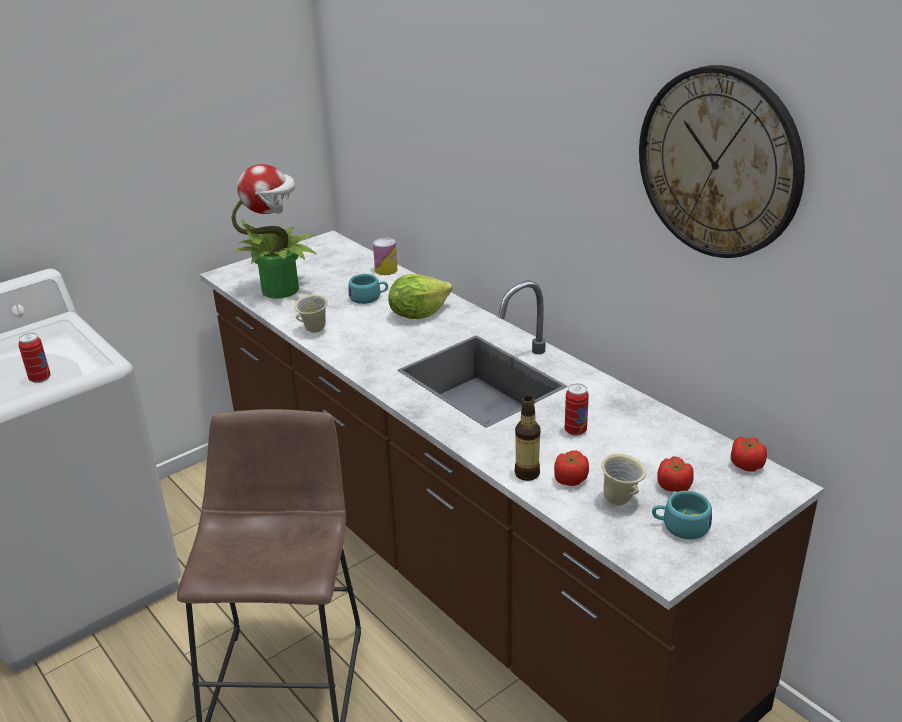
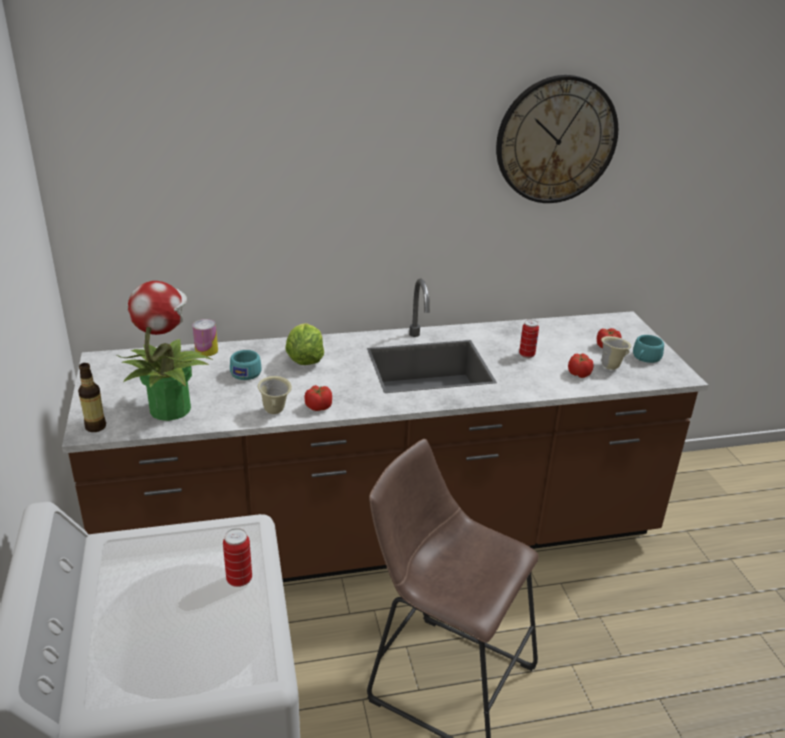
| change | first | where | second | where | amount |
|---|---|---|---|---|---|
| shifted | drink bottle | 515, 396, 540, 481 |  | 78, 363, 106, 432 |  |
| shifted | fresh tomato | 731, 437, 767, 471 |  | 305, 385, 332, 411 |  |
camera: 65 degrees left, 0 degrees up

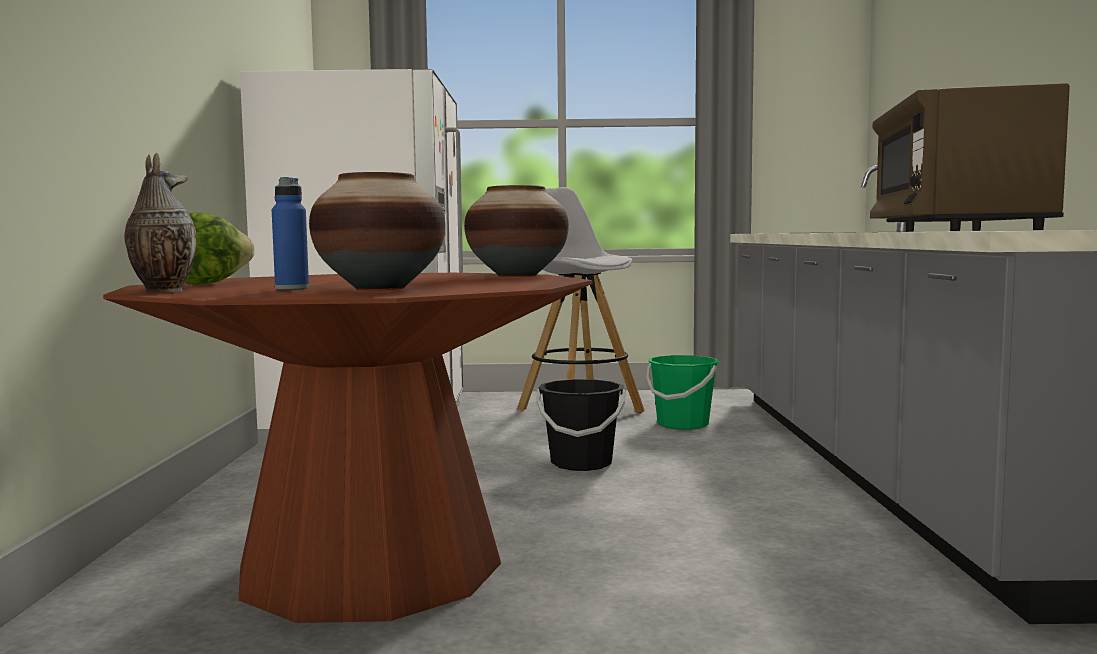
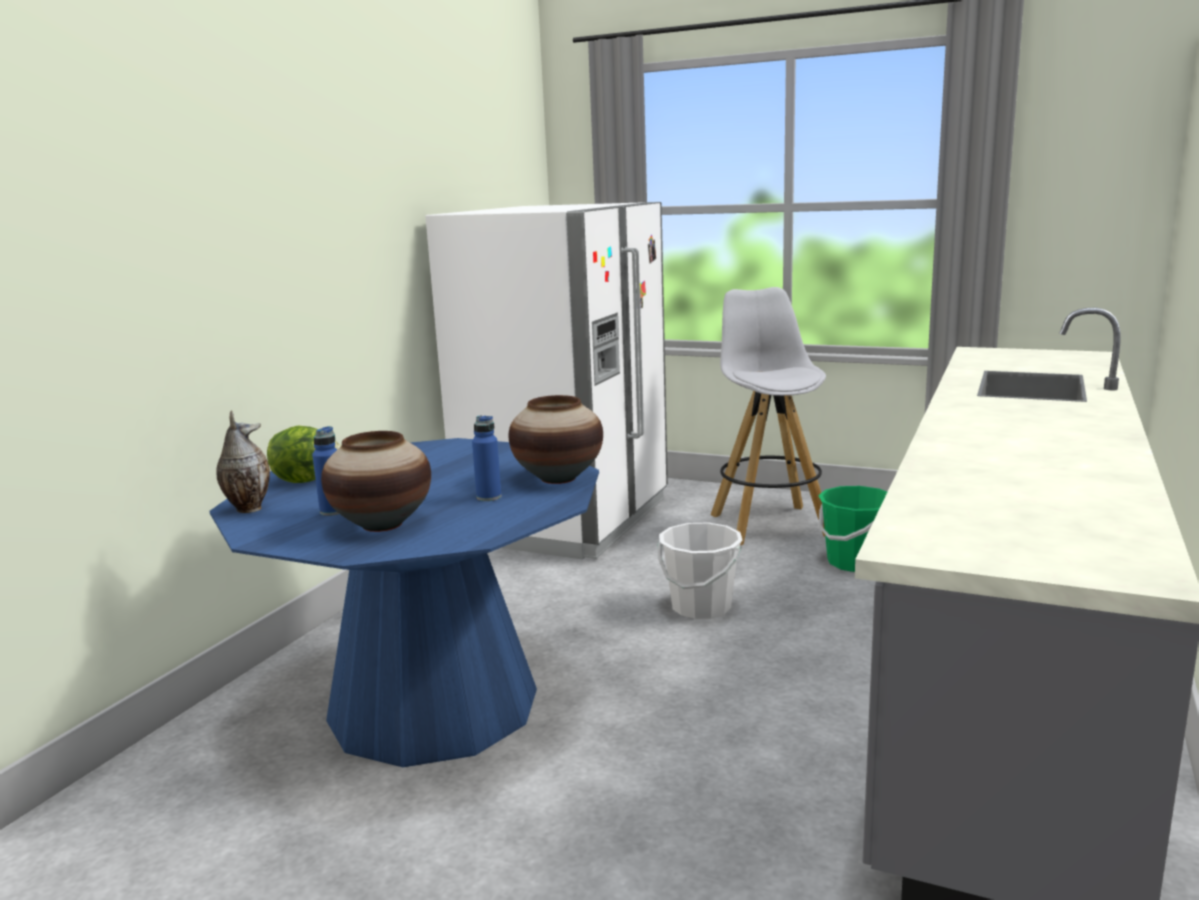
| change | first | where | second | where | amount |
|---|---|---|---|---|---|
| gone | kitchen microwave (brown) | 870, 83, 1070, 231 |  |  |  |
| repainted | dinner table (brown) | 103, 273, 592, 623 | dinner table (blue-coloured) | 209, 438, 599, 767 |  |
| repainted | water bucket (black) | 536, 379, 625, 471 | water bucket (whitish) | 658, 522, 743, 619 |  |
| new |  |  | drink bottle (blue-coloured) | 472, 415, 501, 501 |  |
camera: 25 degrees right, 10 degrees up

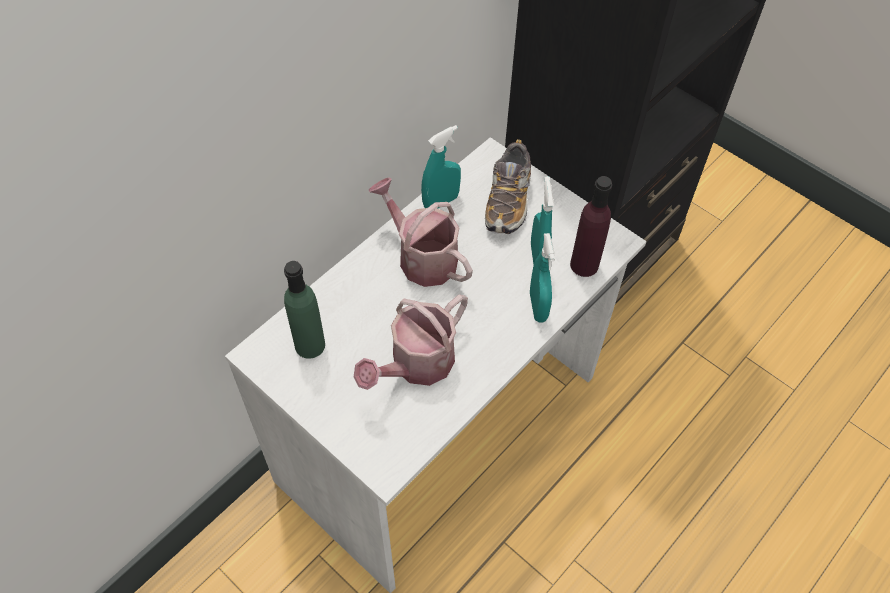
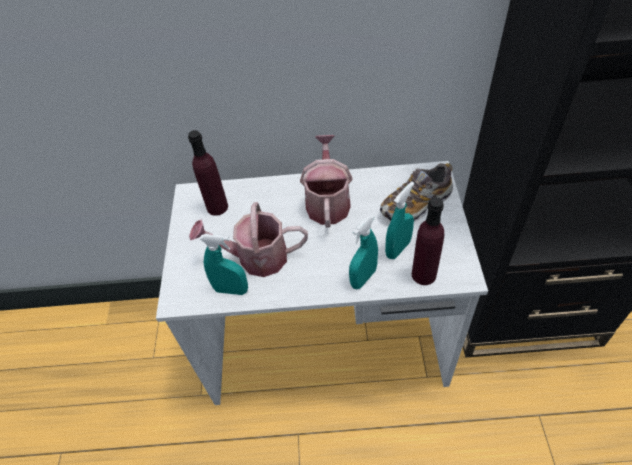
| change | first | where | second | where | amount |
|---|---|---|---|---|---|
| shifted | spray bottle (blue-green) | 421, 125, 461, 208 |  | 199, 234, 248, 295 |  |
| repainted | drink bottle (green) | 284, 261, 325, 359 | drink bottle (purplish) | 188, 130, 228, 216 |  |
camera: 50 degrees right, 5 degrees down

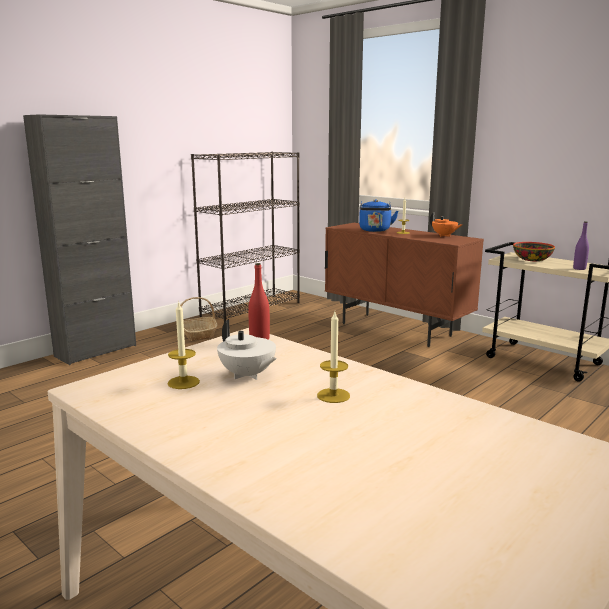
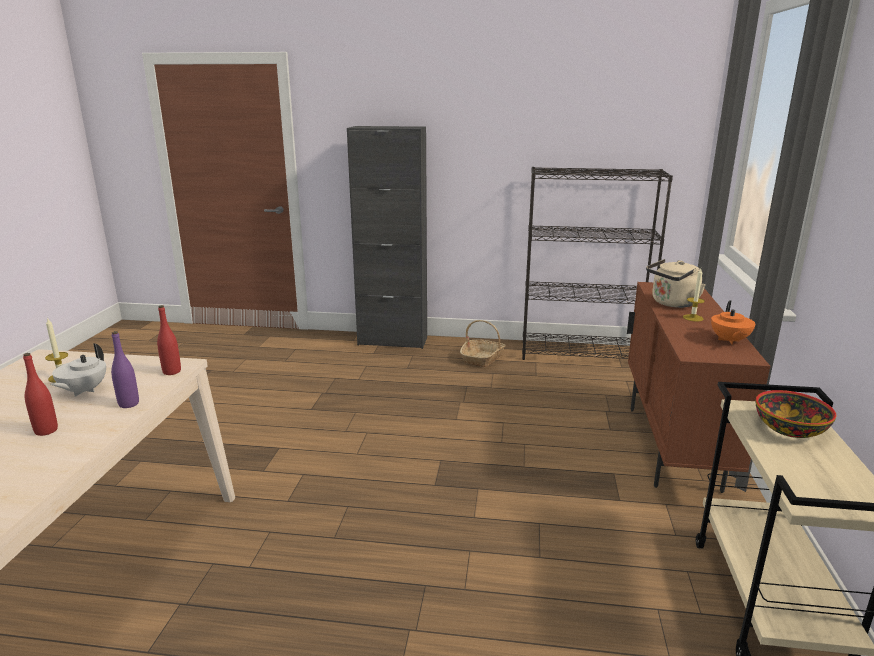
| change | first | where | second | where | amount |
|---|---|---|---|---|---|
| repainted | water kettle (blue-coloured) | 359, 199, 398, 232 | water kettle (beige-coloured) | 646, 259, 706, 308 |  |
| shifted | drink bottle (purplish) | 573, 221, 589, 270 |  | 111, 331, 139, 408 |  |
| swapped | wax light | 317, 312, 350, 403 | drink bottle (reddish) | 23, 353, 58, 436 |  |
camera: 55 degrees right, 5 degrees up

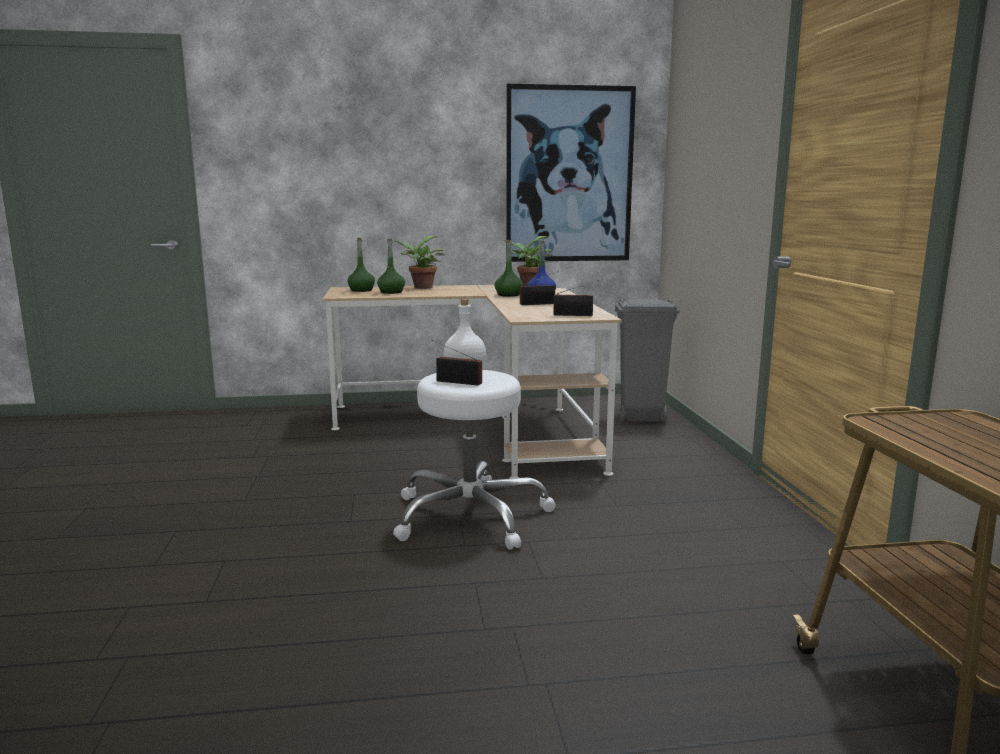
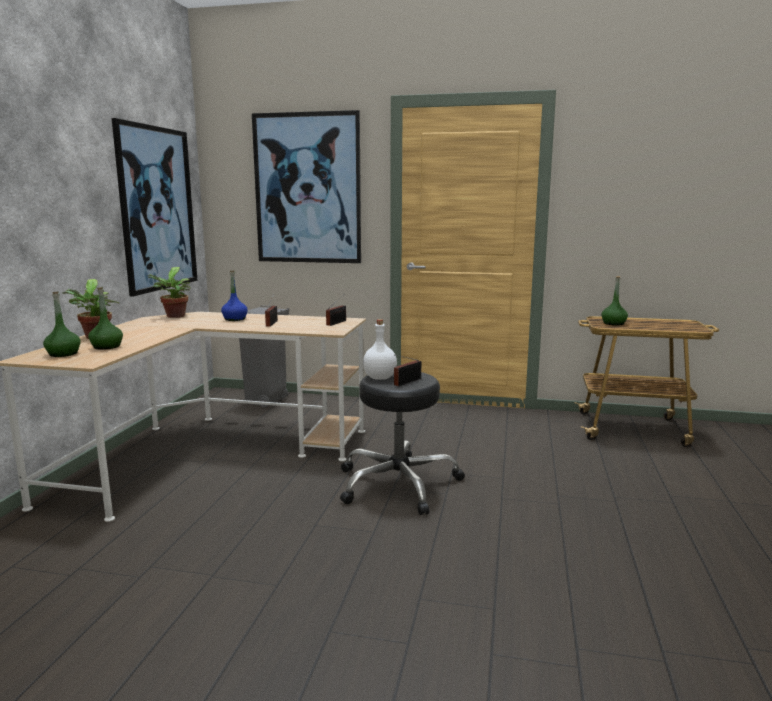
| change | first | where | second | where | amount |
|---|---|---|---|---|---|
| shifted | drink bottle (green) | 494, 240, 523, 297 |  | 601, 276, 628, 326 |  |
| repainted | stool (whitish) | 393, 370, 556, 550 | stool (black) | 340, 372, 465, 515 |  |
| new |  |  | wall art | 252, 110, 361, 263 |  |
camera: 70 degrees left, 0 degrees up

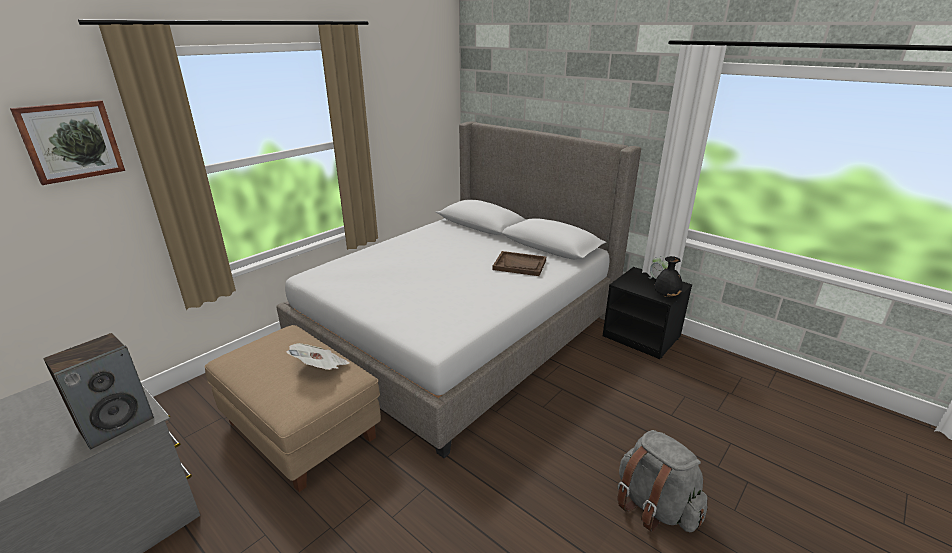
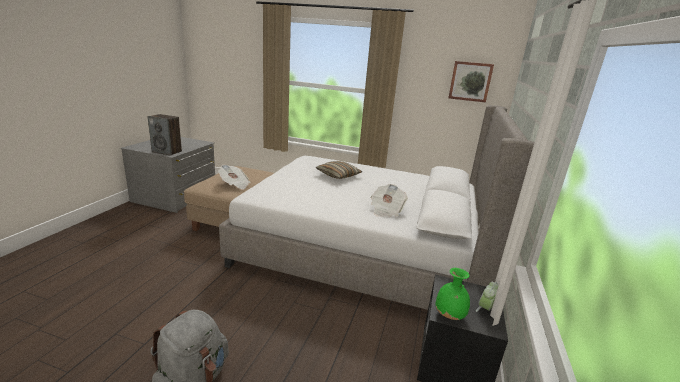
| change | first | where | second | where | amount |
|---|---|---|---|---|---|
| shifted | wall art | 10, 100, 125, 185 |  | 448, 61, 494, 103 |  |
| swapped | serving tray (brown) | 492, 251, 546, 276 | daily paper | 371, 184, 408, 217 |  |
| repainted | decorative vase (black) | 654, 256, 683, 297 | decorative vase (green) | 436, 268, 470, 320 |  |
| new |  |  | throw pillow | 316, 161, 362, 179 |  |
camera: 65 degrees right, 5 degrees down

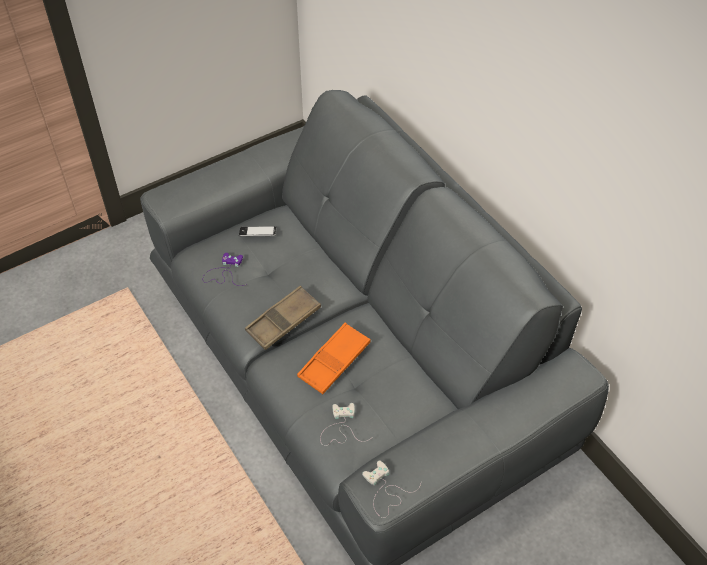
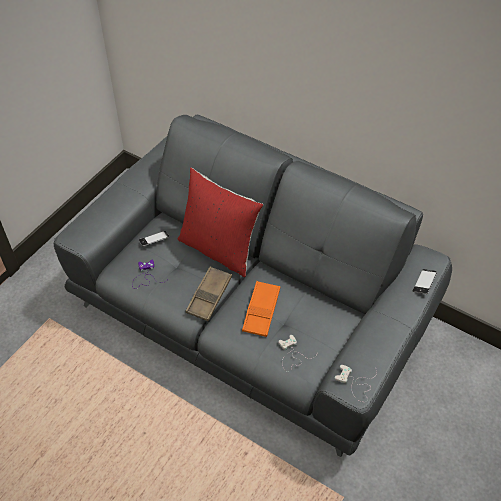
| change | first | where | second | where | amount |
|---|---|---|---|---|---|
| new |  |  | throw pillow (reddish) | 178, 168, 263, 277 |  |
| new |  |  | telephone | 413, 269, 437, 294 |  |
camera: 25 degrees left, 0 degrees up

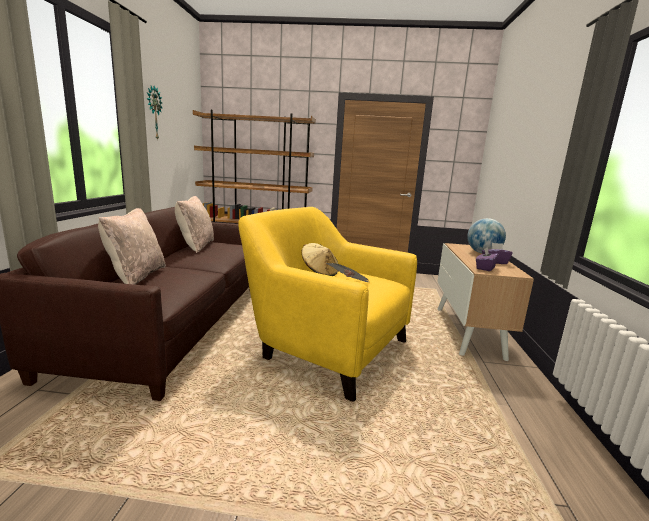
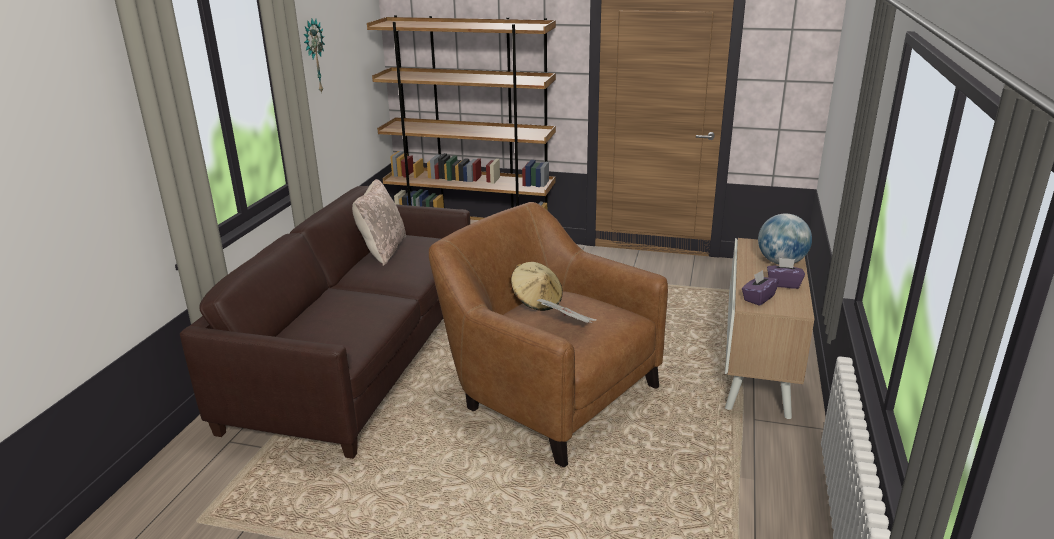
| change | first | where | second | where | amount |
|---|---|---|---|---|---|
| repainted | armchair (yellow-coloured) | 238, 207, 417, 402 | armchair (brown) | 429, 202, 668, 467 |  |
| gone | throw pillow (beige-coloured) | 98, 208, 166, 285 |  |  |  |
camera: 10 degrees right, 10 degrees up

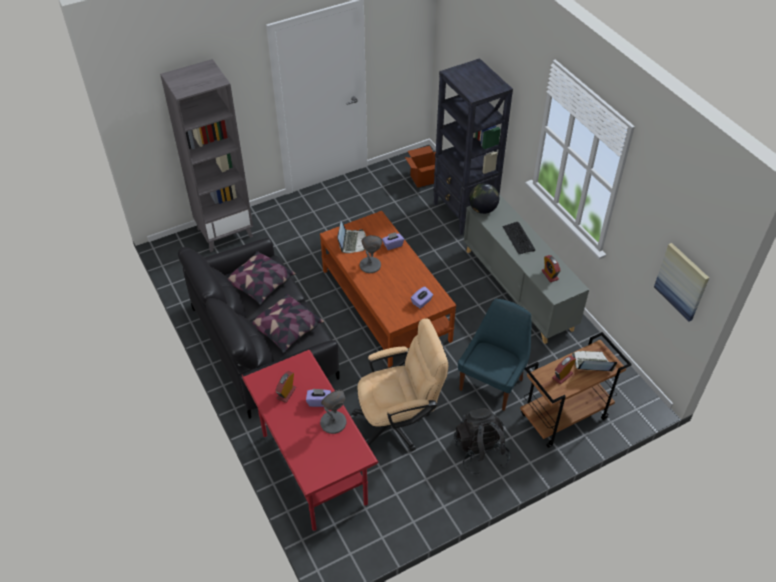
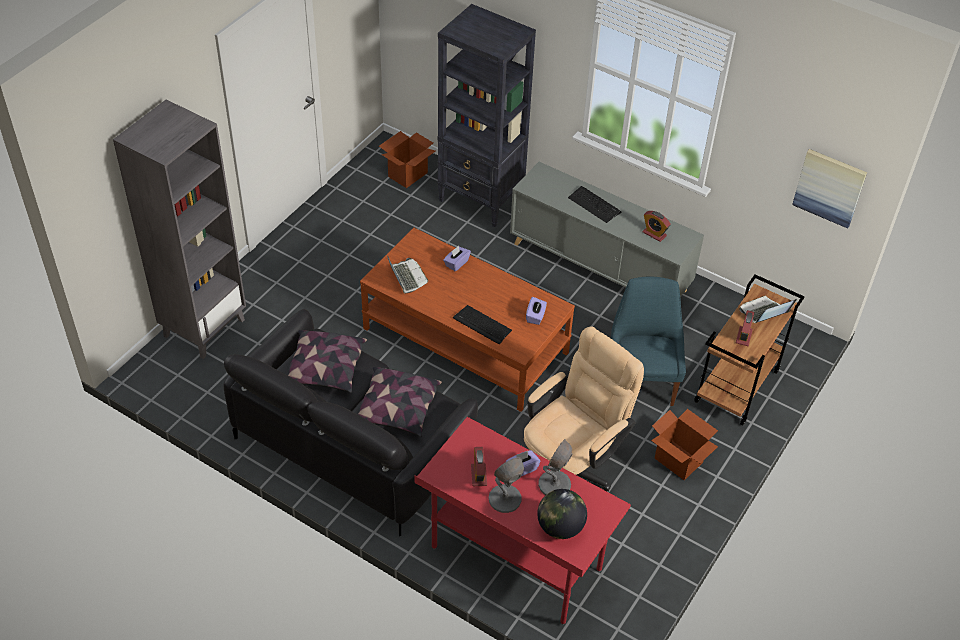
| change | first | where | second | where | amount |
|---|---|---|---|---|---|
| shifted | world globe | 469, 183, 499, 214 |  | 537, 489, 587, 539 |  |
| shifted | tabletop lamp (gray) | 360, 235, 382, 273 |  | 488, 457, 524, 513 |  |
| swapped | knapsack (black) | 454, 408, 511, 476 | cardboard box | 651, 409, 718, 480 |  |
| new |  |  | keyboard | 453, 305, 512, 344 |  |
camera: 30 degrees left, 0 degrees up

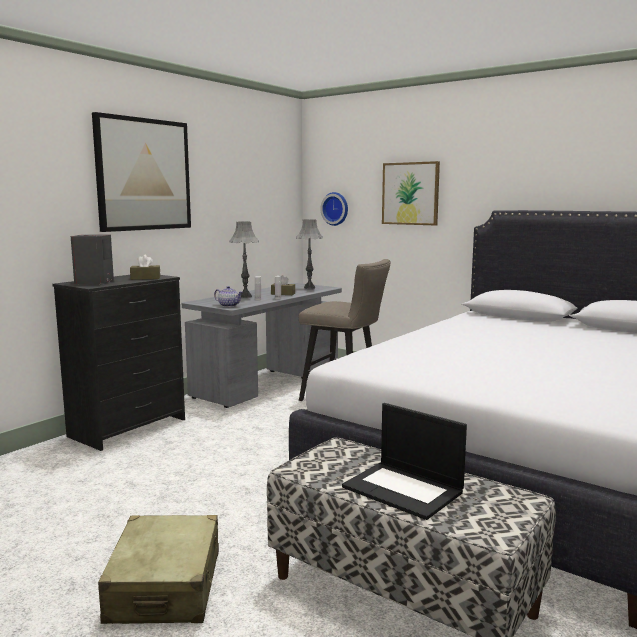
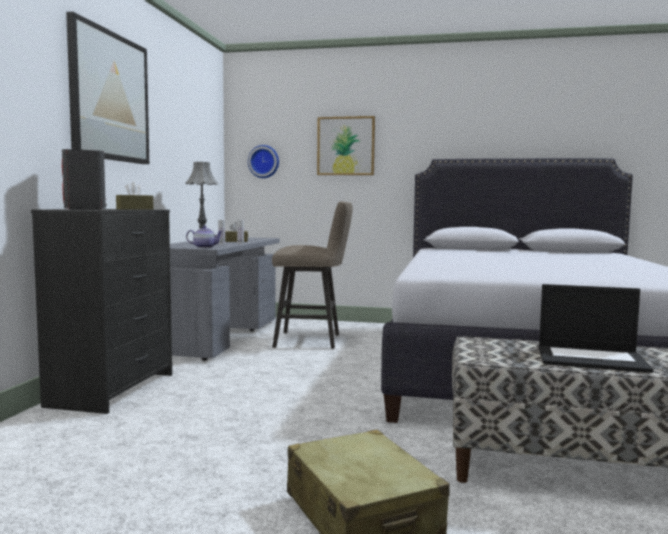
| change | first | where | second | where | amount |
|---|---|---|---|---|---|
| gone | tabletop lamp (gray) | 296, 219, 323, 289 |  |  |  |
camera: 25 degrees left, 5 degrees down

